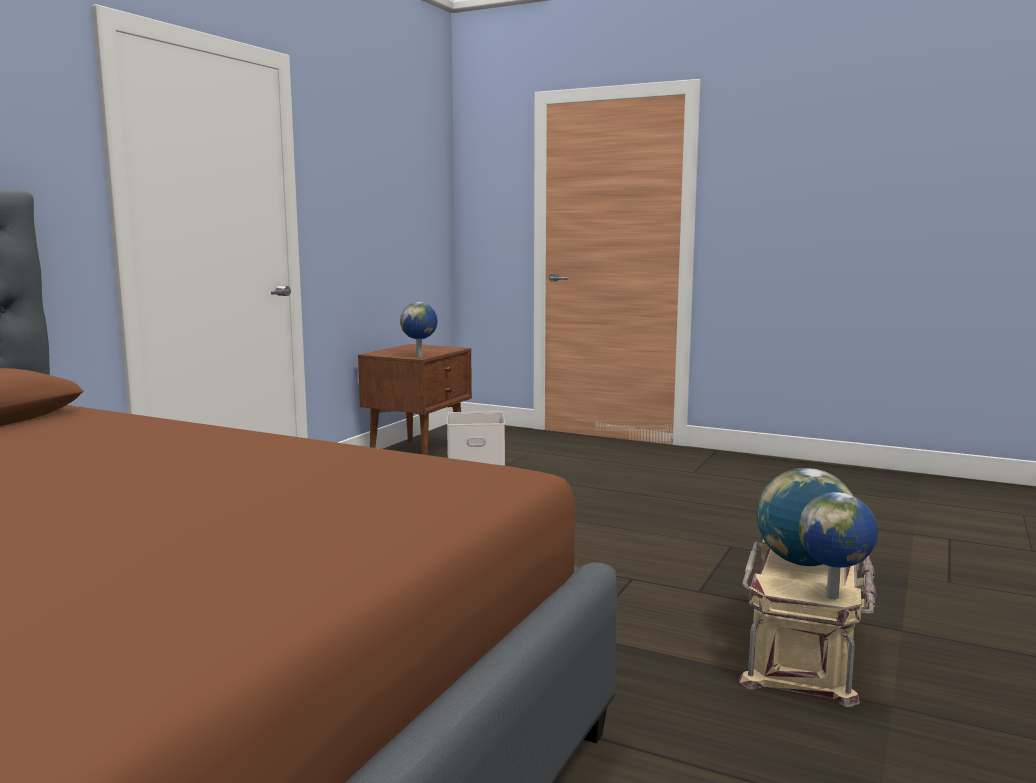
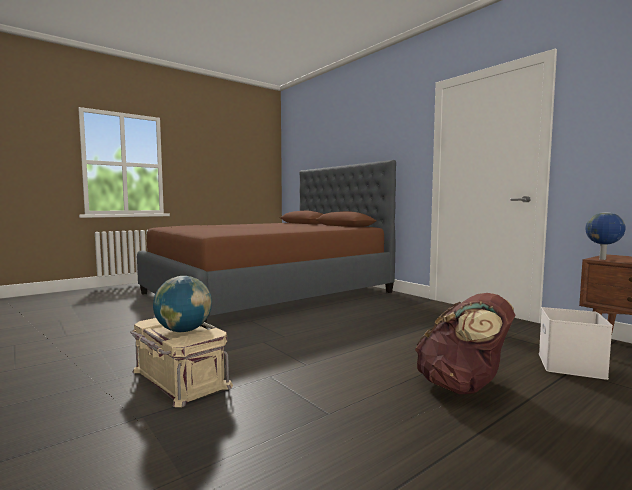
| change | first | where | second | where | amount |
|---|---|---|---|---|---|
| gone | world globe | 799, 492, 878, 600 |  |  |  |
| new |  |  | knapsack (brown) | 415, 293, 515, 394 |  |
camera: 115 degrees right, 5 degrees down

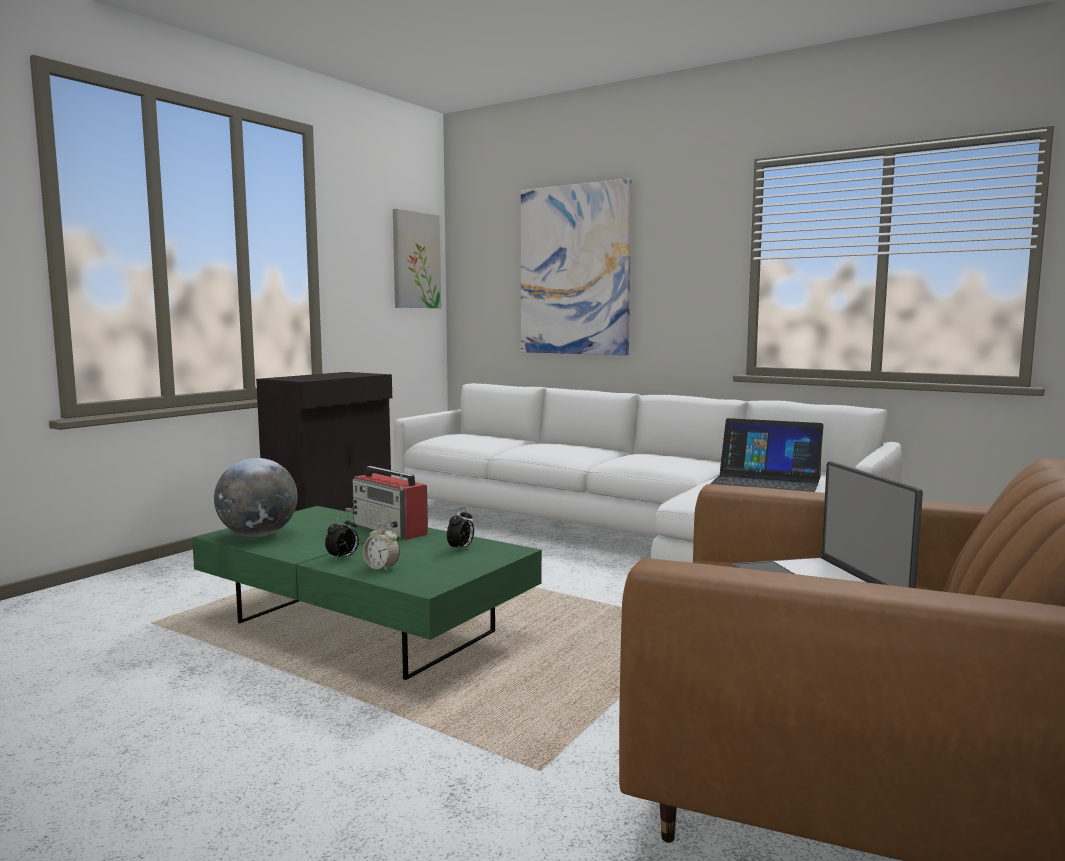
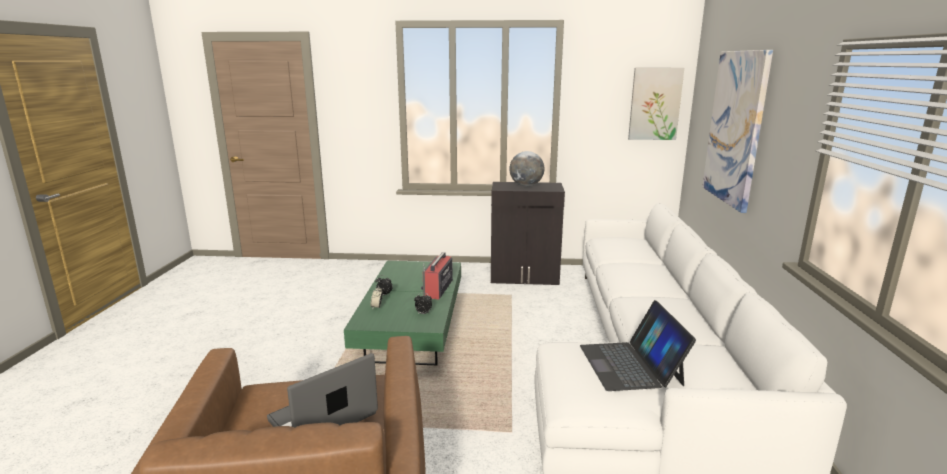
| change | first | where | second | where | amount |
|---|---|---|---|---|---|
| shifted | world globe | 214, 458, 298, 537 |  | 509, 151, 545, 186 |  |
camera: 60 degrees right, 10 degrees up

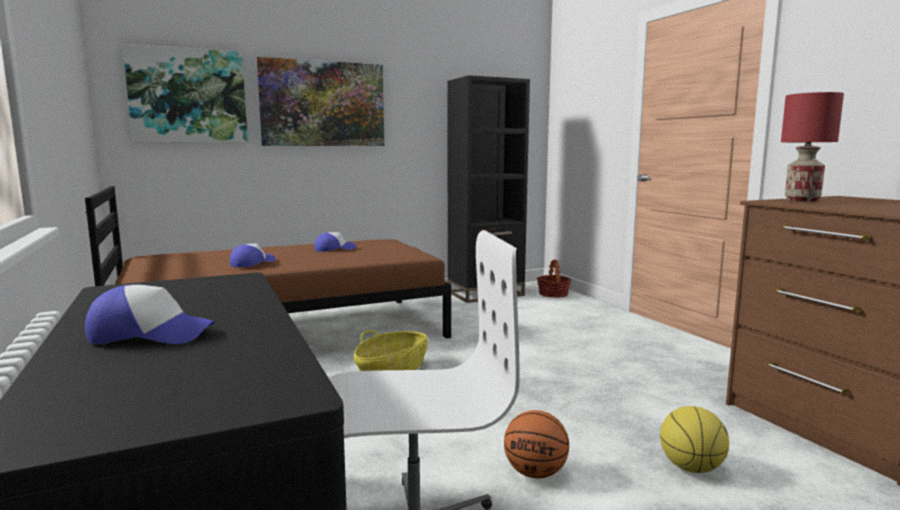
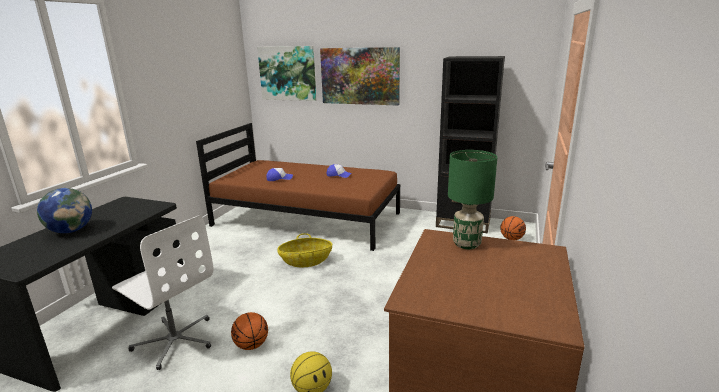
| change | first | where | second | where | amount |
|---|---|---|---|---|---|
| repainted | tabletop lamp (reddish) | 781, 92, 844, 202 | tabletop lamp (green) | 448, 150, 497, 249 |  |
| swapped | household basket | 537, 259, 571, 298 | basketball | 500, 216, 526, 240 |  |
| swapped | baseball cap | 85, 284, 215, 344 | world globe | 37, 188, 92, 233 |  |
camera: 45 degrees right, 10 degrees up

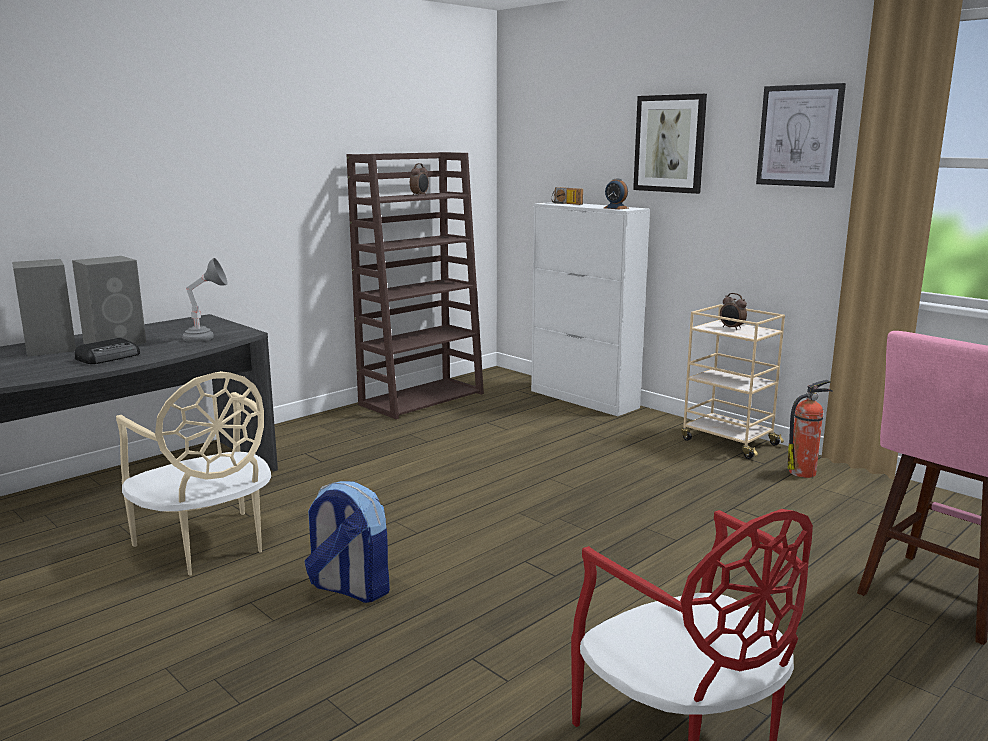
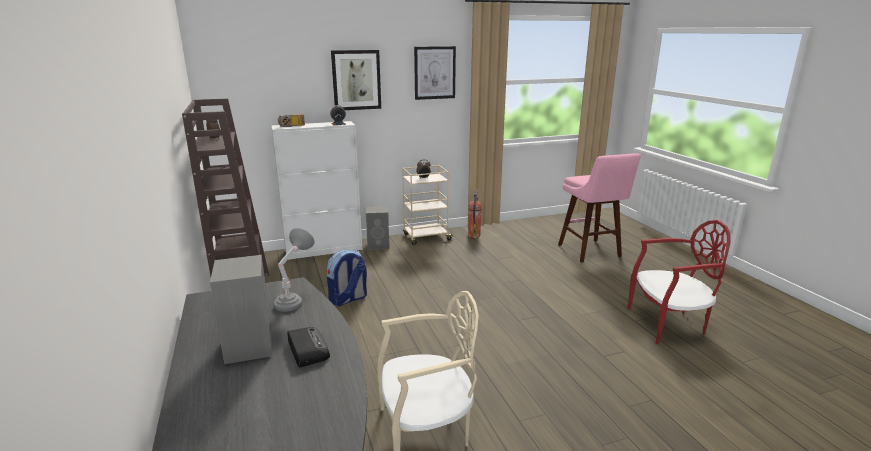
| change | first | where | second | where | amount |
|---|---|---|---|---|---|
| shifted | audio speaker (gray) | 12, 259, 76, 357 |  | 366, 206, 389, 250 |  |
| shifted | knapsack | 305, 481, 390, 603 |  | 327, 250, 367, 306 |  |
camera: 65 degrees left, 5 degrees up

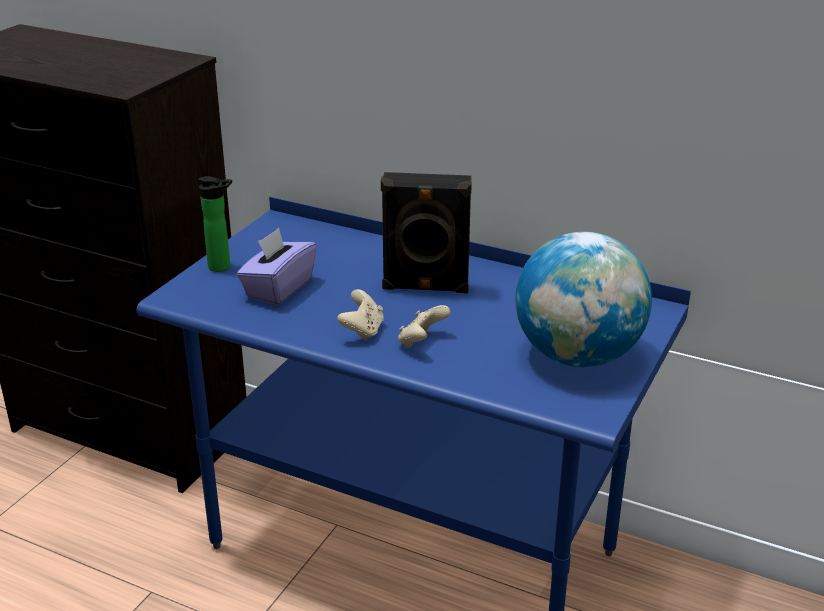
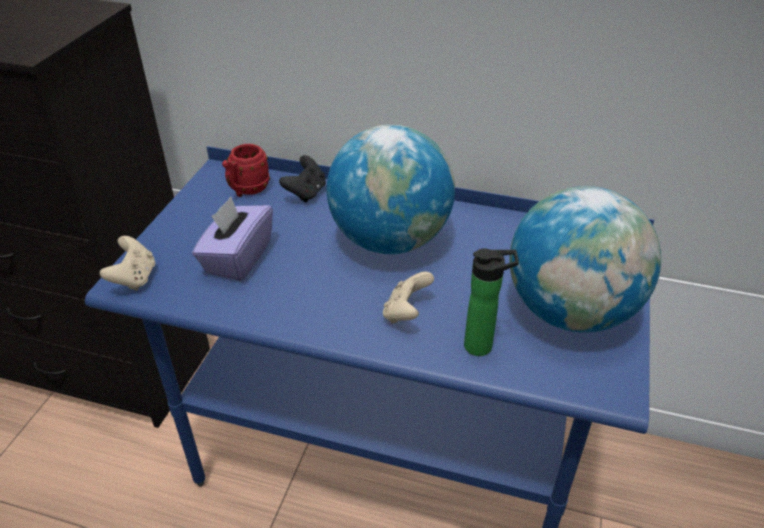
| change | first | where | second | where | amount |
|---|---|---|---|---|---|
| swapped | audio speaker (black) | 381, 172, 472, 293 | world globe | 327, 125, 455, 254 |  |
| shifted | drink bottle | 198, 176, 232, 272 |  | 464, 248, 519, 356 |  |
| shifted | gamepad (beige-coloured) | 337, 289, 384, 341 |  | 100, 236, 155, 291 |  |
| new |  |  | coffee mug (reddish) | 222, 144, 270, 197 |  |
| new |  |  | gamepad (black) | 279, 155, 326, 203 |  |
camera: 10 degrees left, 10 degrees up

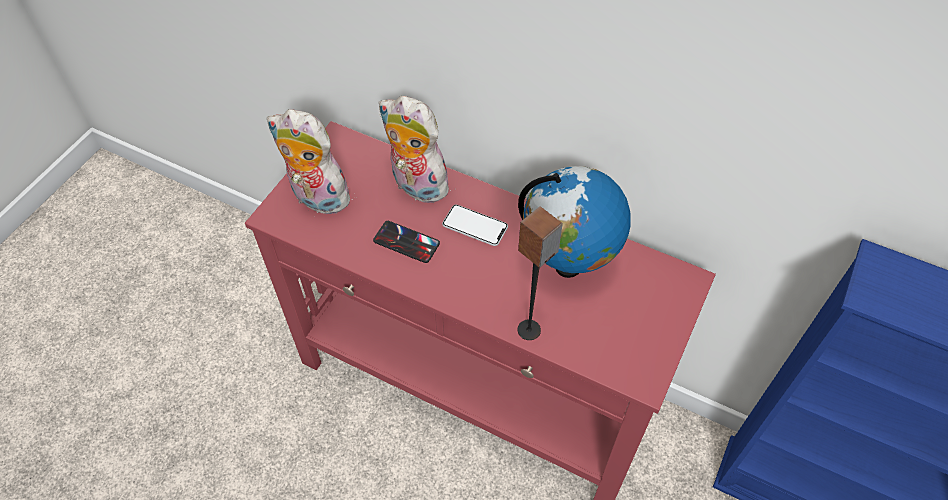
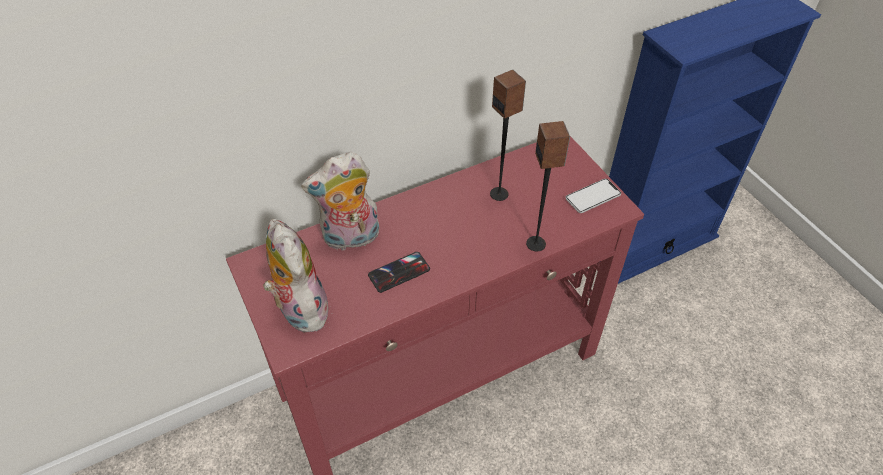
| change | first | where | second | where | amount |
|---|---|---|---|---|---|
| rotated | plush toy | 267, 109, 350, 214 |  | 263, 219, 329, 333 | 90 degrees clockwise |
| swapped | world globe | 518, 166, 631, 278 | audio speaker | 490, 70, 526, 201 |  |
| shifted | telephone | 442, 205, 508, 246 |  | 565, 179, 621, 213 |  |
camera: 55 degrees left, 5 degrees down

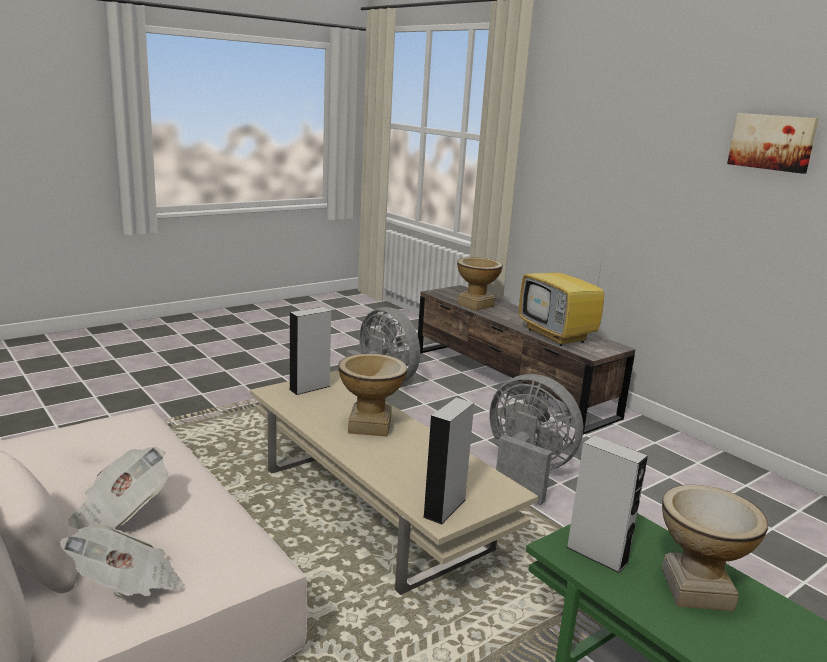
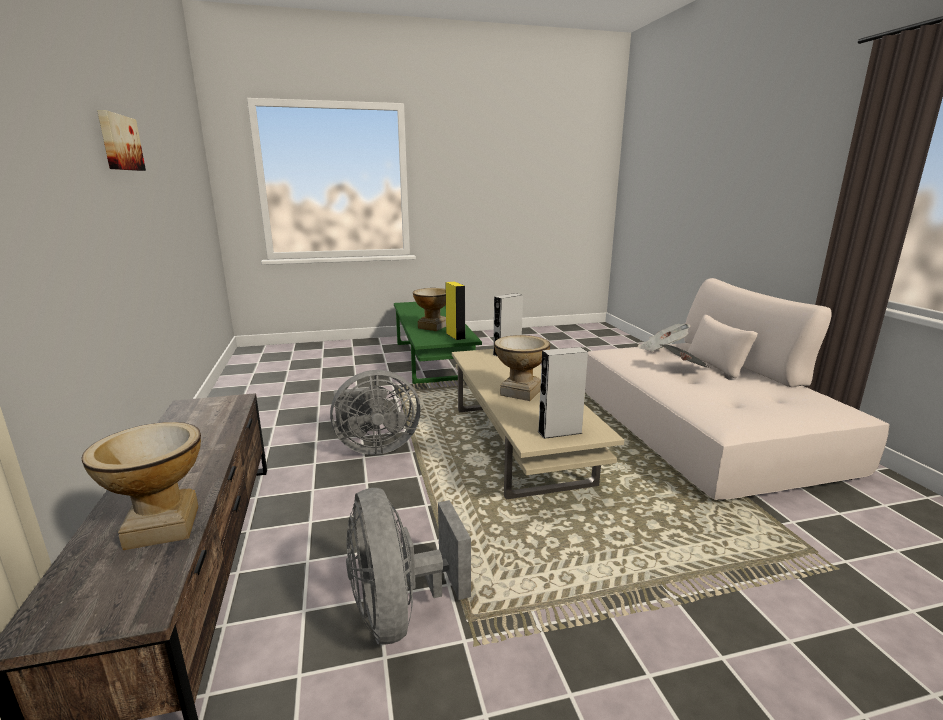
| change | first | where | second | where | amount |
|---|---|---|---|---|---|
| gone | television | 519, 251, 604, 346 |  |  |  |
| rotated | electric fan (gray) | 489, 374, 584, 505 |  | 330, 370, 420, 455 | 75 degrees counterclockwise |
| repainted | audio speaker (gray) | 566, 435, 648, 573 | audio speaker (yellow-coloured) | 445, 282, 465, 340 |  |
camera: 155 degrees left, 0 degrees up

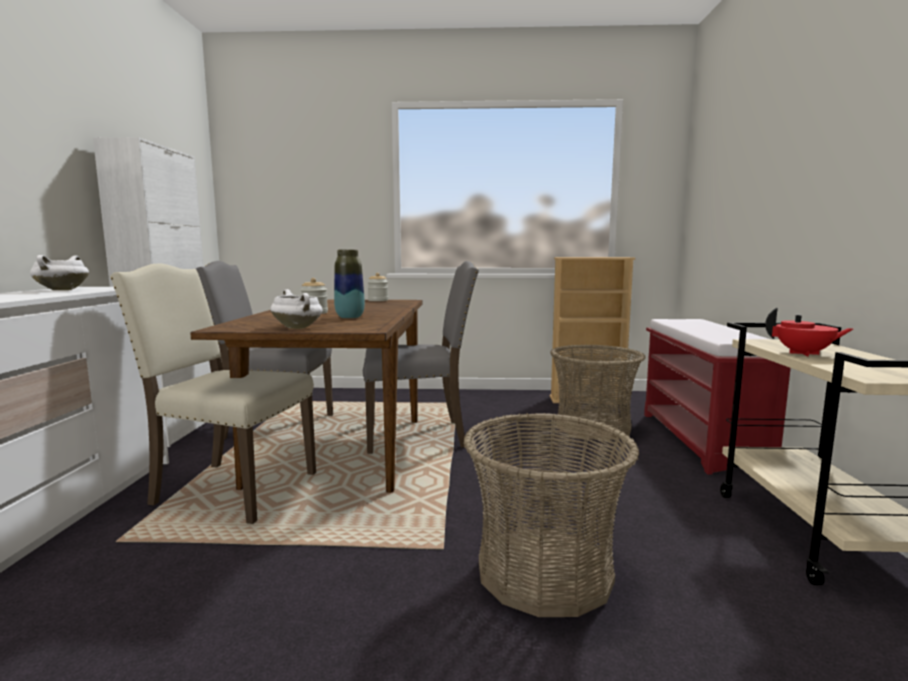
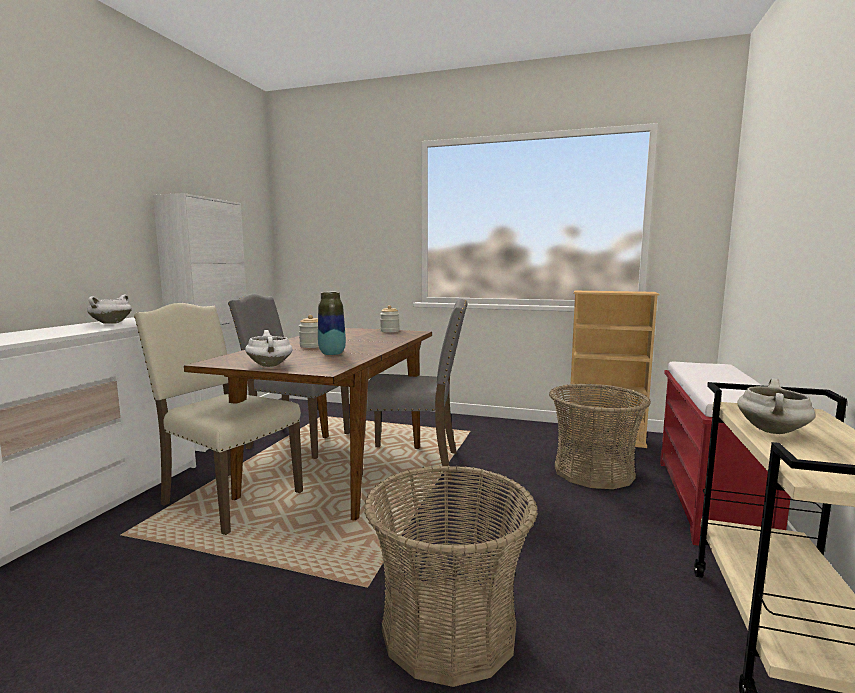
| change | first | where | second | where | amount |
|---|---|---|---|---|---|
| swapped | teapot (reddish) | 765, 308, 853, 356 | stockpot (whitish) | 737, 379, 815, 434 |  |
camera: 15 degrees right, 0 degrees up

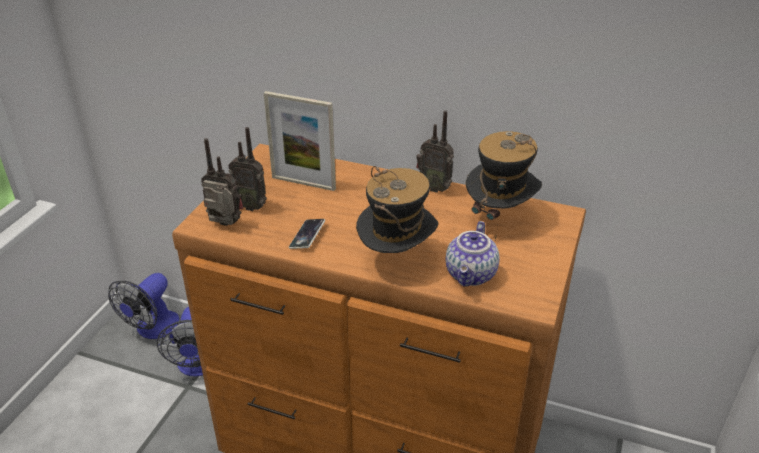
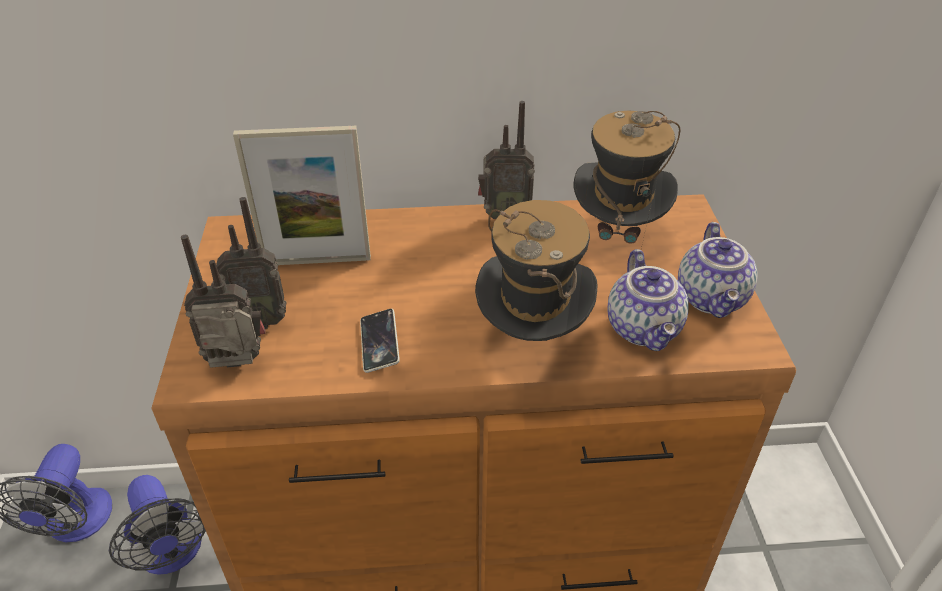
| change | first | where | second | where | amount |
|---|---|---|---|---|---|
| new |  |  | teapot | 678, 222, 758, 318 |  |
camera: 25 degrees left, 5 degrees up

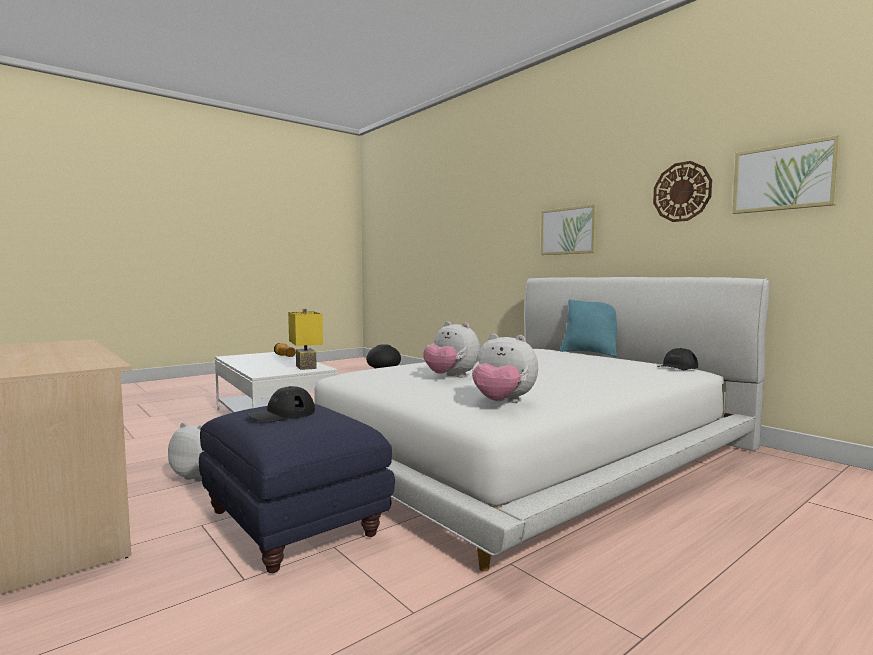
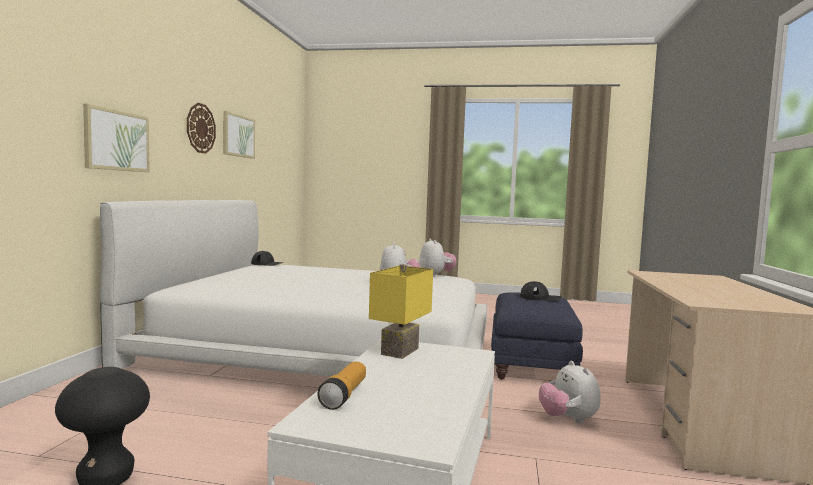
| change | first | where | second | where | amount |
|---|---|---|---|---|---|
| gone | throw pillow (blue-green) | 560, 299, 617, 357 |  |  |  |
camera: 130 degrees left, 0 degrees up

